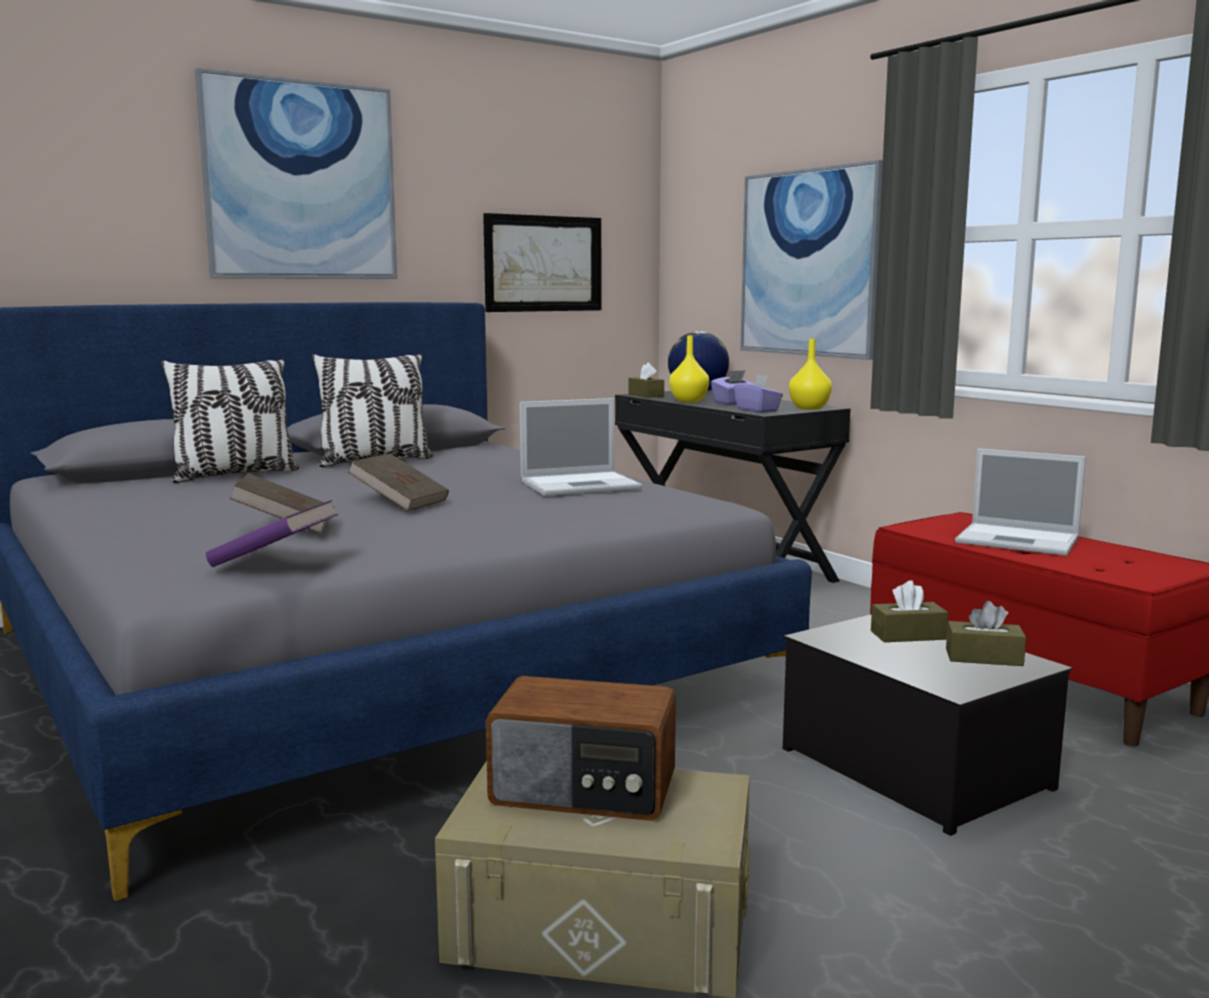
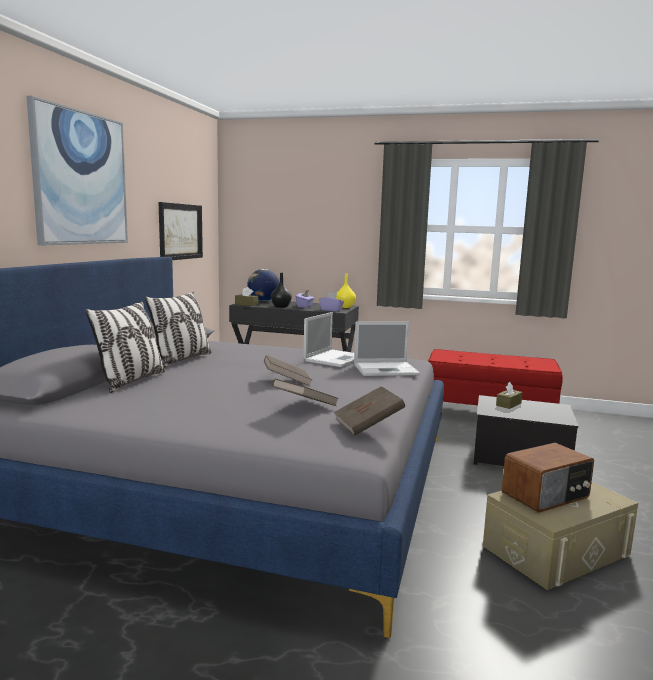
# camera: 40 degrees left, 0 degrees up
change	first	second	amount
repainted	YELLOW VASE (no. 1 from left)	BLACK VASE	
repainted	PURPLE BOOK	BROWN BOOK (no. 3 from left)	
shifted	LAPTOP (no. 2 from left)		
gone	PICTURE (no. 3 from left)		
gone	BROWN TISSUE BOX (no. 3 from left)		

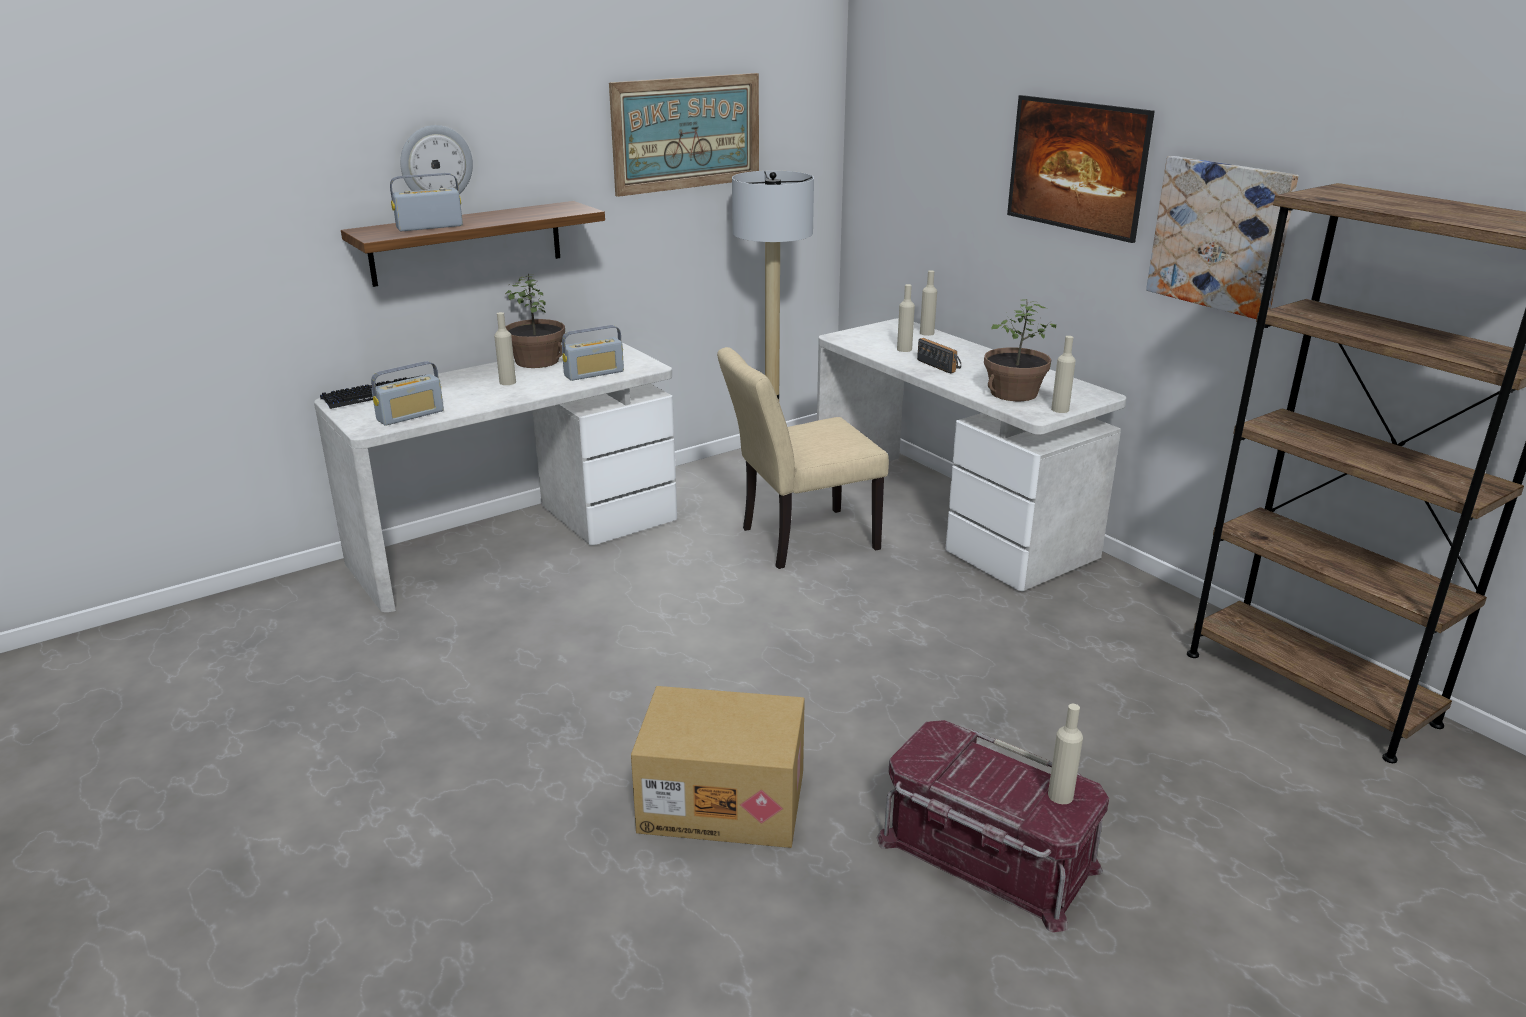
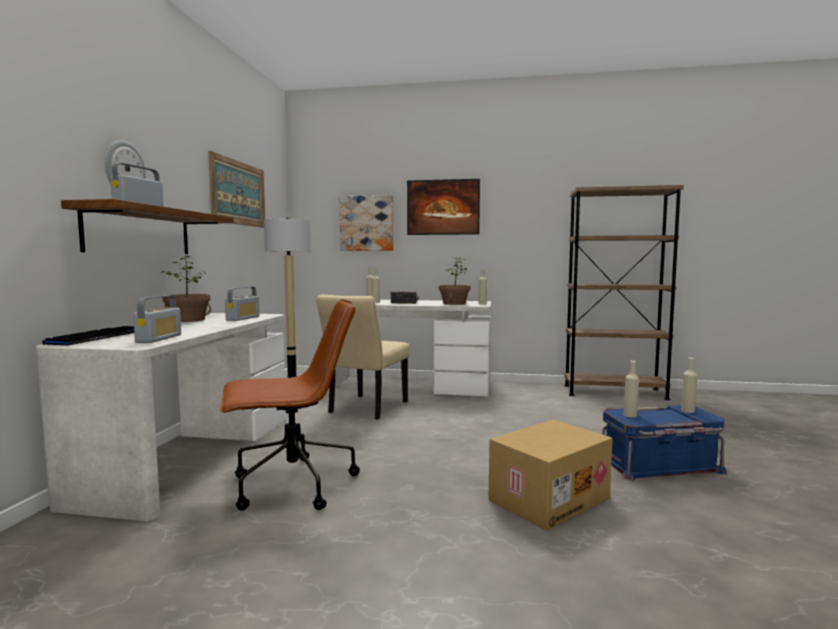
# camera: 45 degrees left, 20 degrees down
change	first	second	amount
new		BROWN OFFICE CHAIR	
shifted	PICTURE (no. 3 from left in the first image)	PICTURE (no. 2 from left)	
repainted	RED STORAGE BOX	BLUE STORAGE BOX	
shifted	BEIGE BOTTLE (no. 1 from left in the first image)	BEIGE BOTTLE (no. 4 from left)	

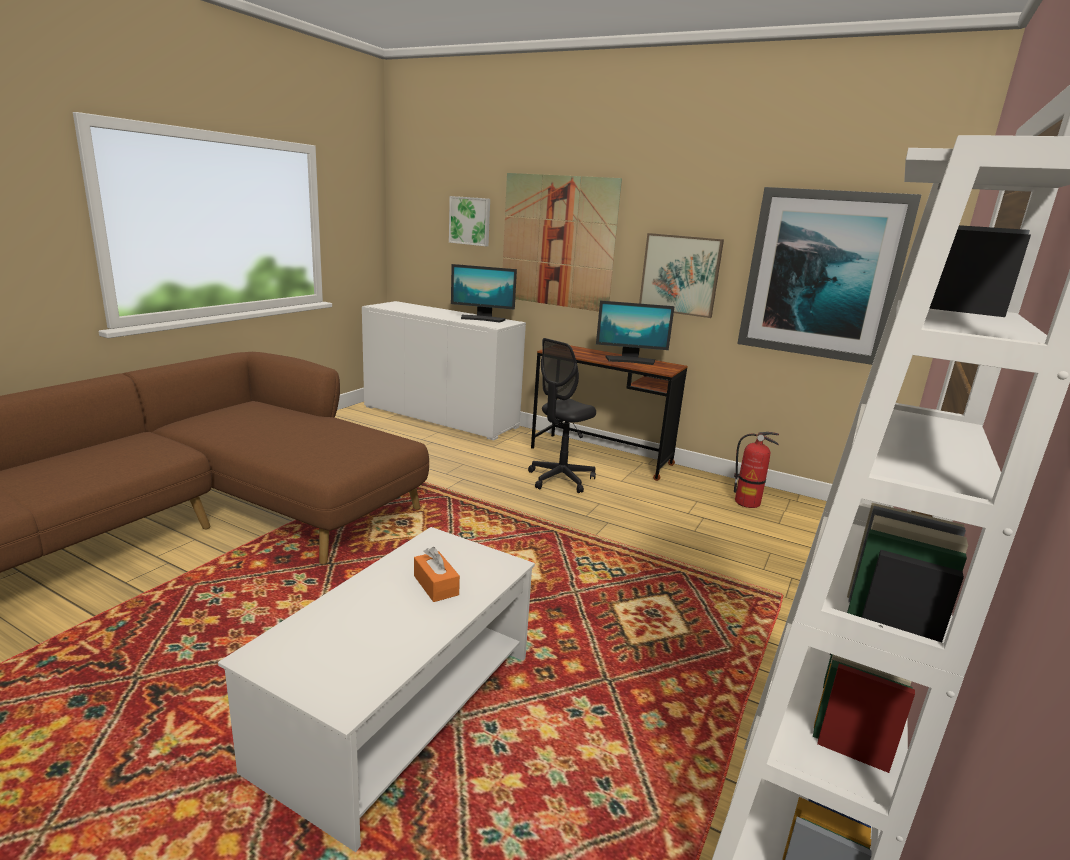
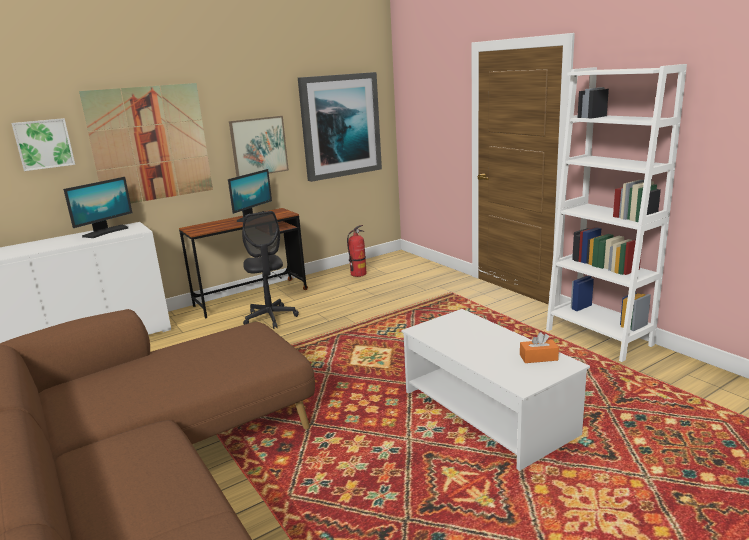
# camera: 60 degrees left, 0 degrees up
change	first	second	amount
shifted	ORANGE TISSUE BOX		

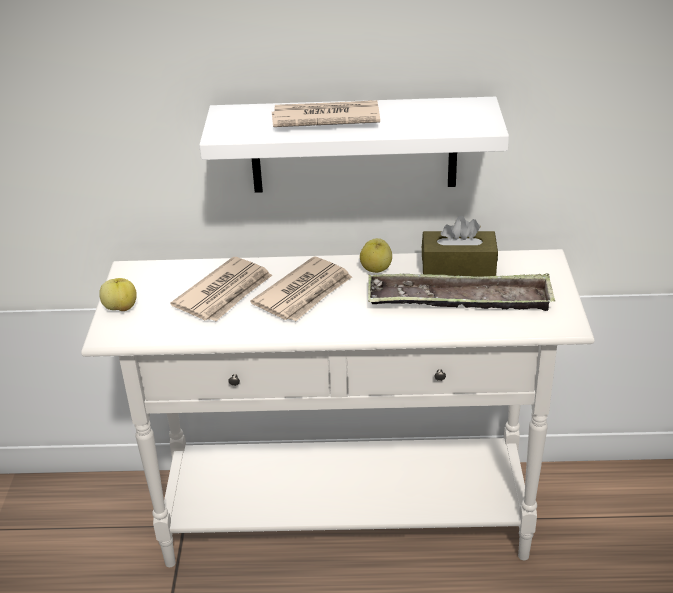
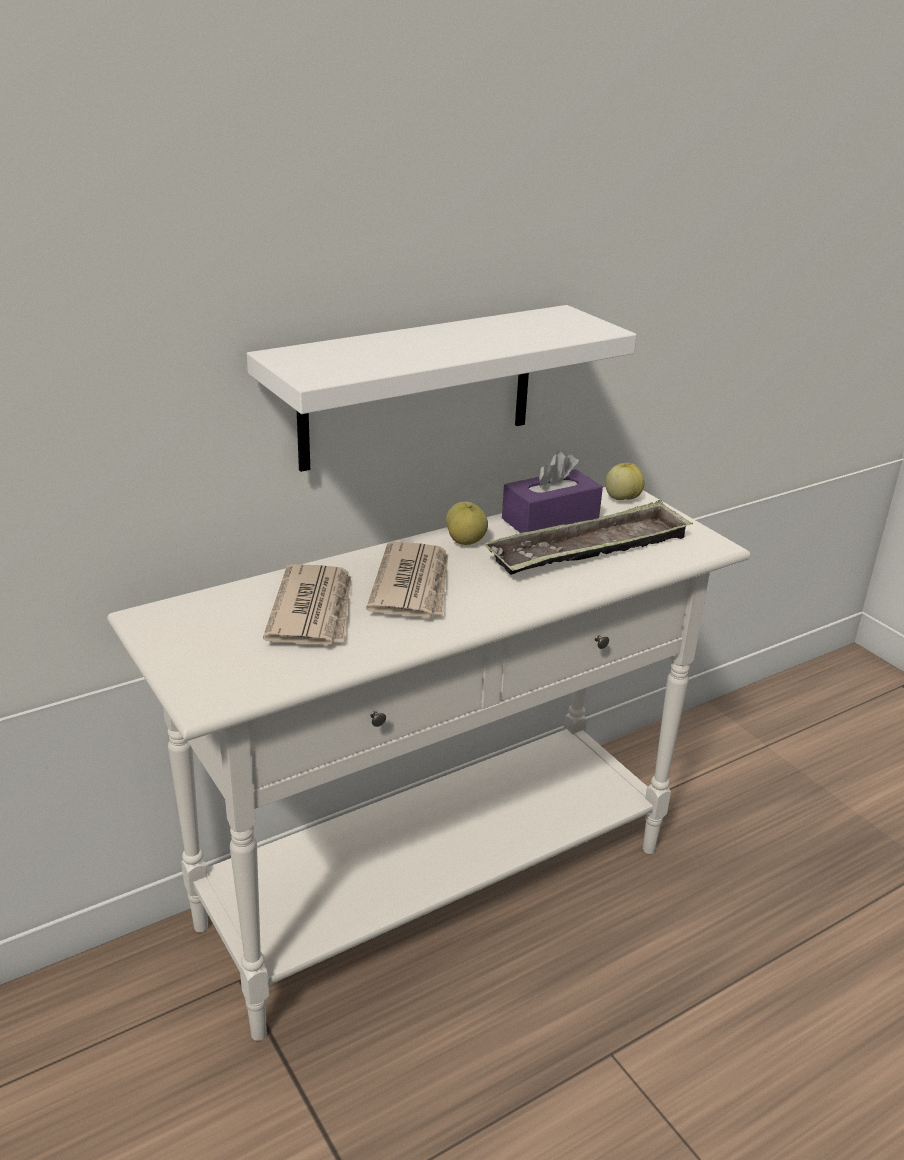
# camera: 35 degrees left, 5 degrees down
change	first	second	amount
repainted	BROWN TISSUE BOX	PURPLE TISSUE BOX	
shifted	APPLE (no. 1 from left in the first image)	APPLE (no. 2 from left)	
gone	NEWSPAPER (no. 3 from left)		

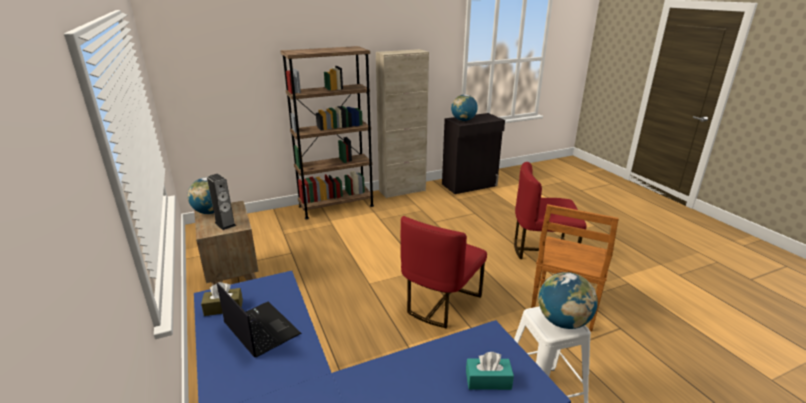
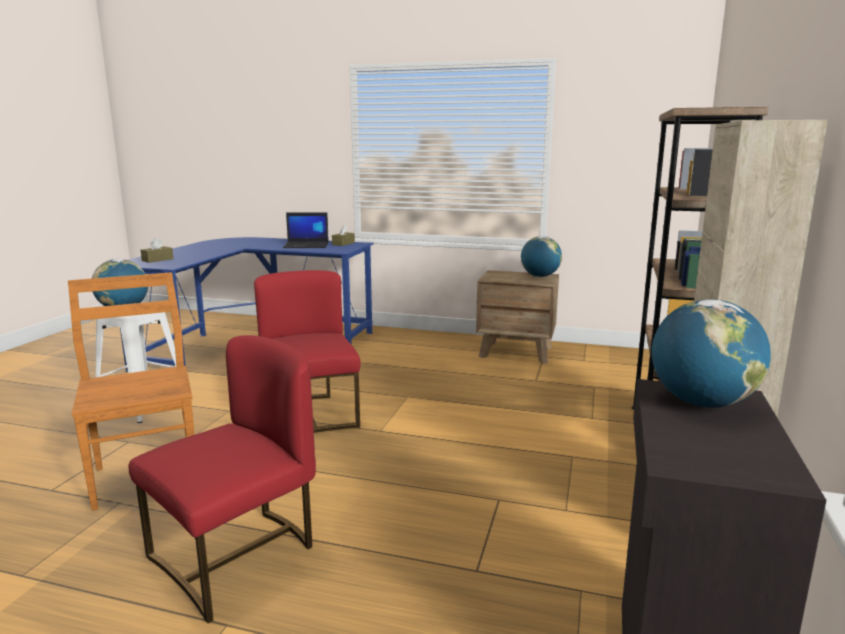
# camera: 130 degrees right, 10 degrees down
change	first	second	amount
repainted	TURQUOISE TISSUE BOX	BROWN TISSUE BOX (no. 1 from left)	
gone	SPEAKER		

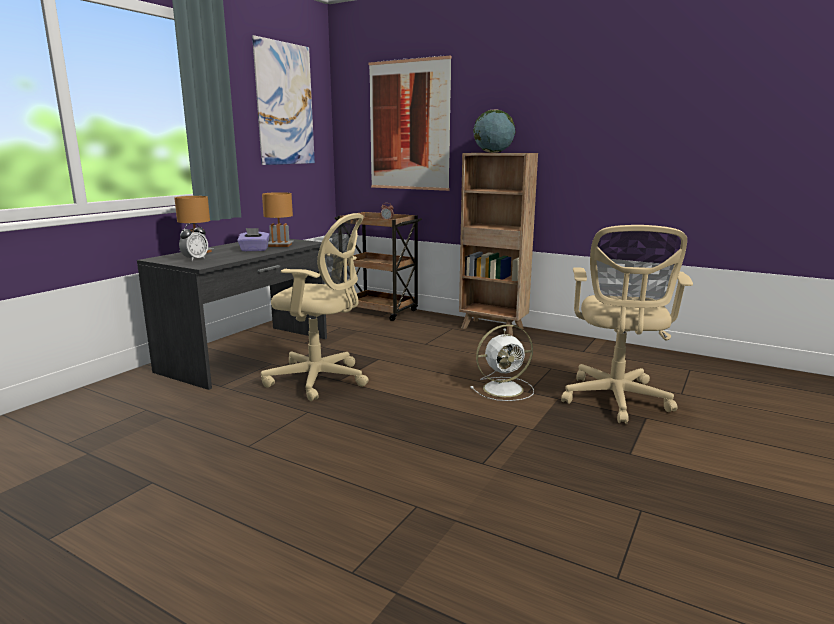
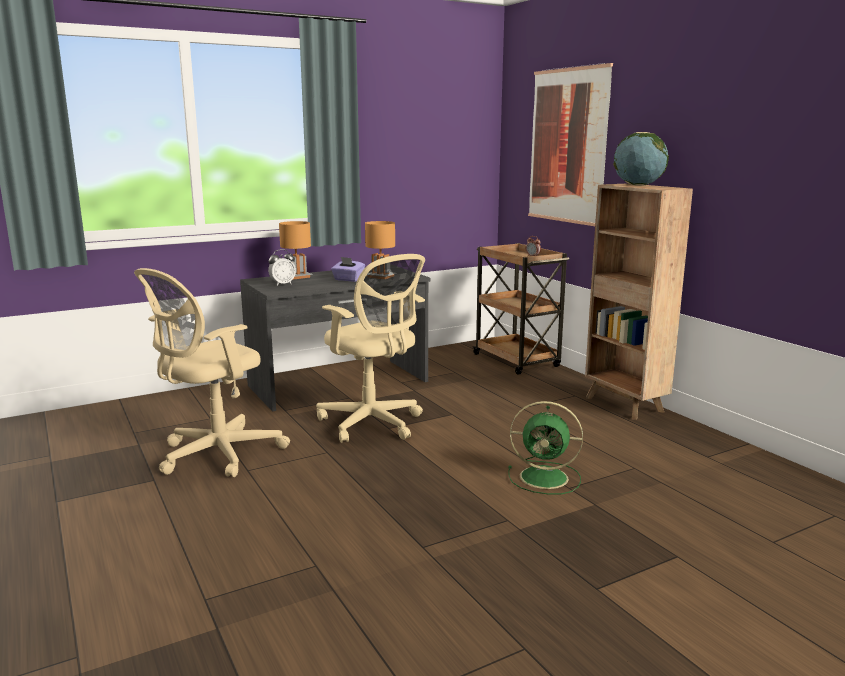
# camera: 30 degrees right, 0 degrees up
change	first	second	amount
shifted	BEIGE OFFICE CHAIR (no. 2 from left in the first image)	BEIGE OFFICE CHAIR (no. 1 from left)	
repainted	WHITE FAN	GREEN FAN	
gone	PICTURE (no. 1 from left)		

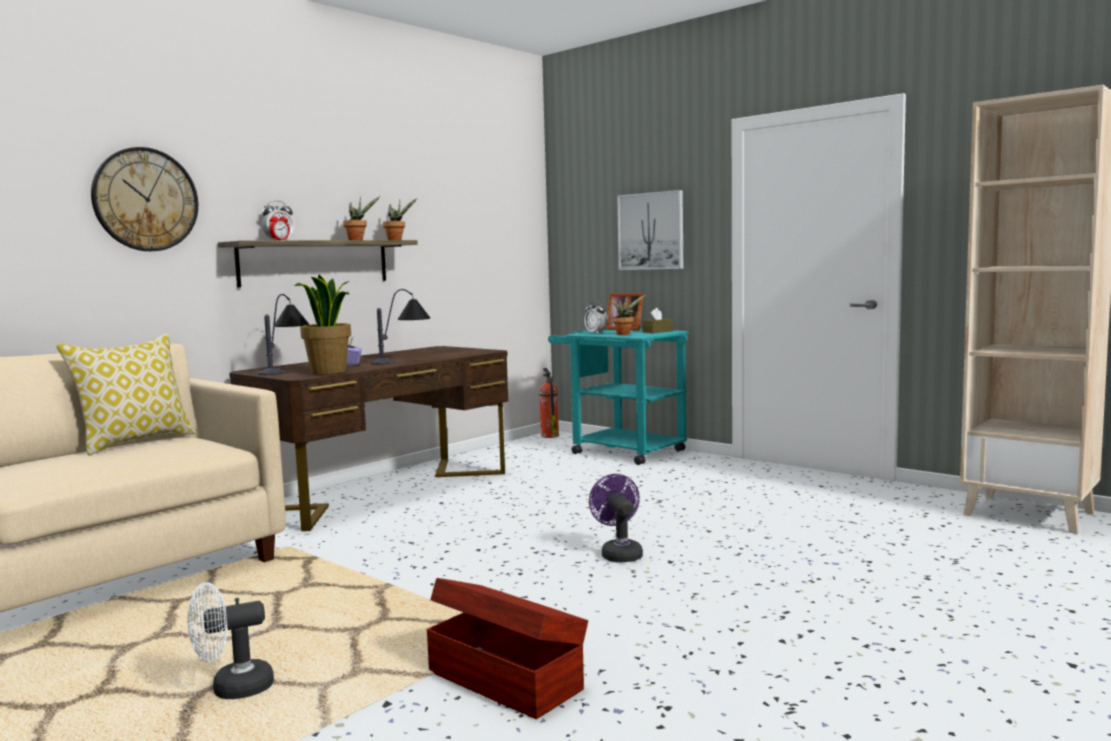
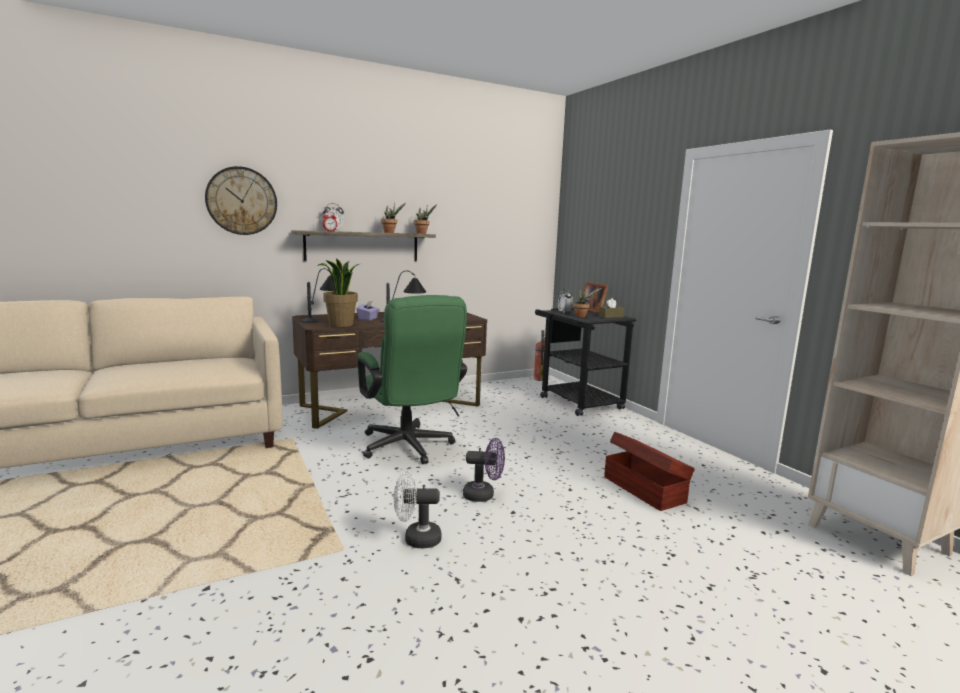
# camera: 20 degrees right, 5 degrees up
change	first	second	amount
new		GREEN OFFICE CHAIR	
shifted	WHITE FAN		
rotated	PURPLE FAN		90 degrees clockwise
repainted	TURQUOISE CART	BLACK CART	
shifted	BROWN STORAGE BOX		
gone	PILLOW		
gone	PICTURE		

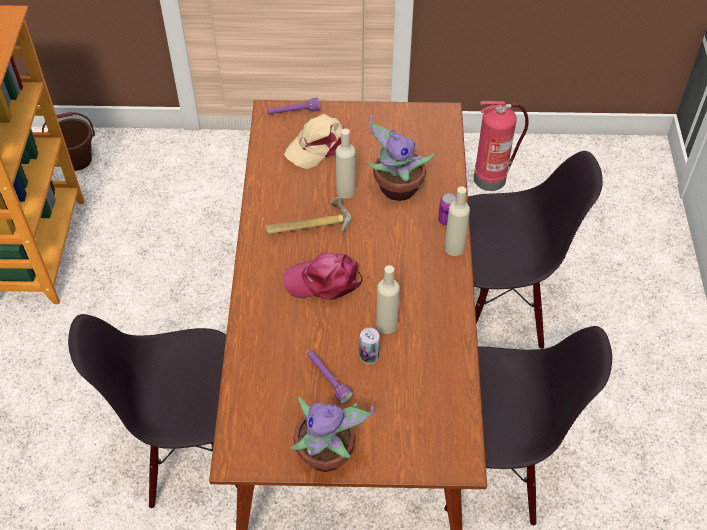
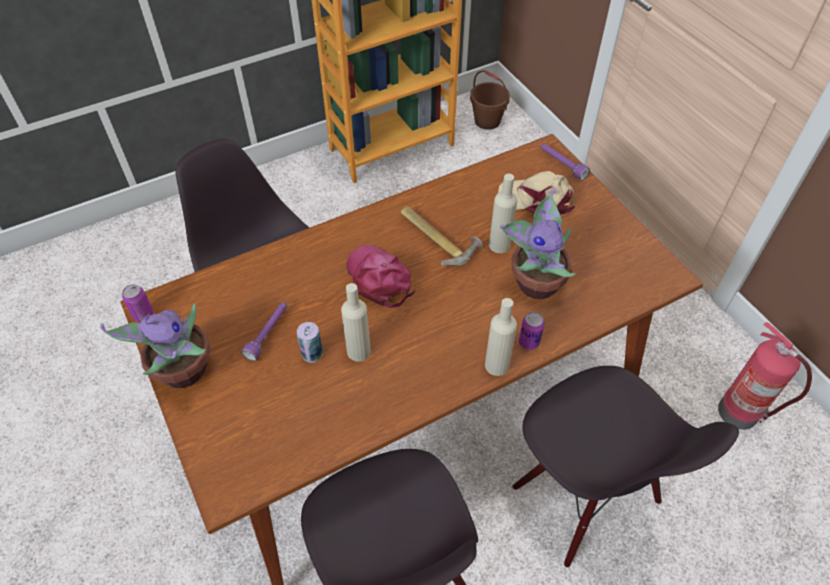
# camera: 60 degrees right, 0 degrees up
change	first	second	amount
new		CAN (no. 1 from left)	

